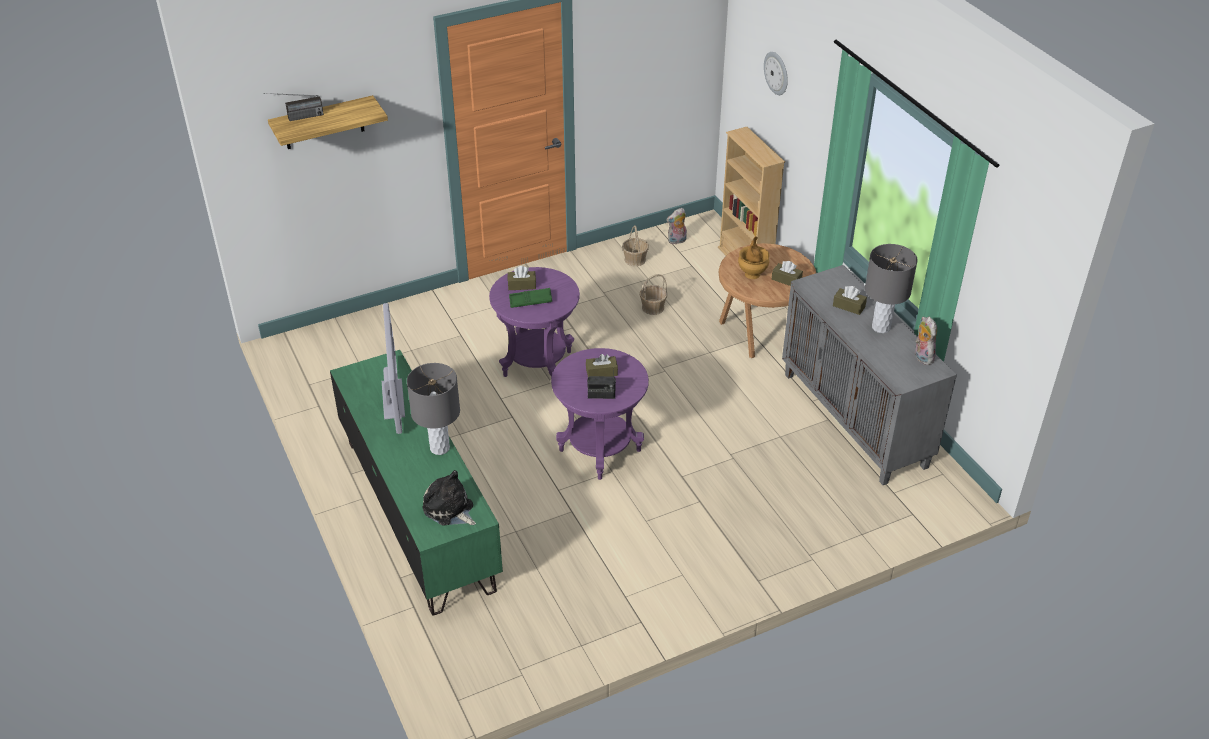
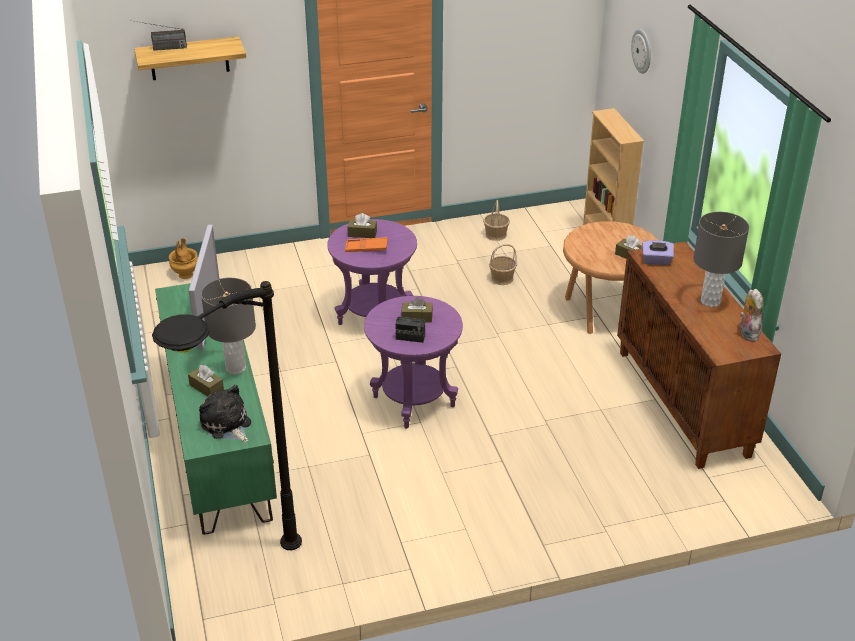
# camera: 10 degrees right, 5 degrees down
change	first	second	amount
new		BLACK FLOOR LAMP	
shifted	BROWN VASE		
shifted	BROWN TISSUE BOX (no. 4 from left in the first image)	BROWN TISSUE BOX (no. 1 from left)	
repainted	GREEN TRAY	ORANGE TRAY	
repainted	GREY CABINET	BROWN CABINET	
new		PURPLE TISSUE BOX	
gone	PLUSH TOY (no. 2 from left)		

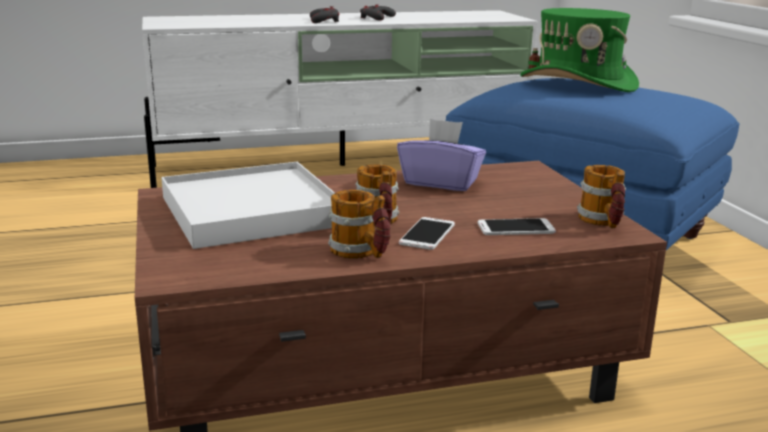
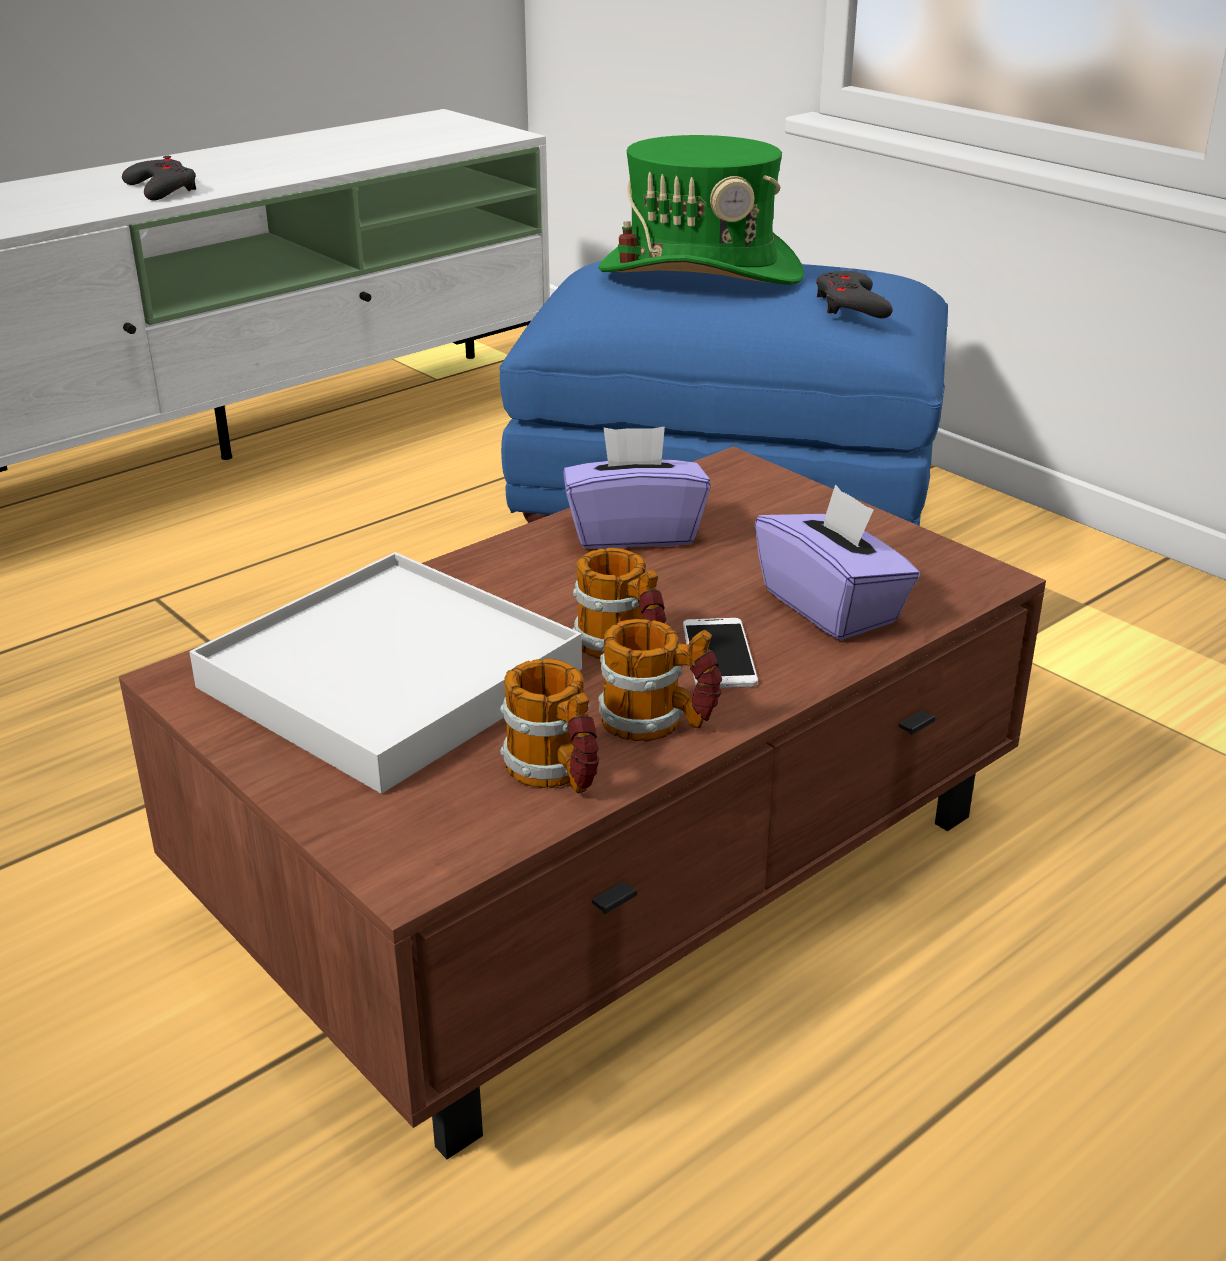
# camera: 25 degrees left, 10 degrees up
change	first	second	amount
shifted	MUG (no. 3 from left in the first image)	MUG (no. 1 from left)	
swapped	PHONE (no. 2 from left)	PURPLE TISSUE BOX (no. 2 from left)	
shifted	GREY GAME CONTROLLER (no. 2 from left)		

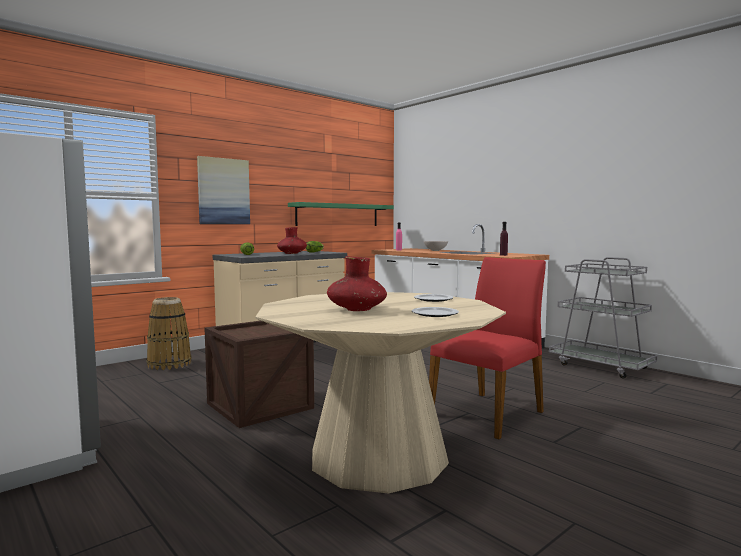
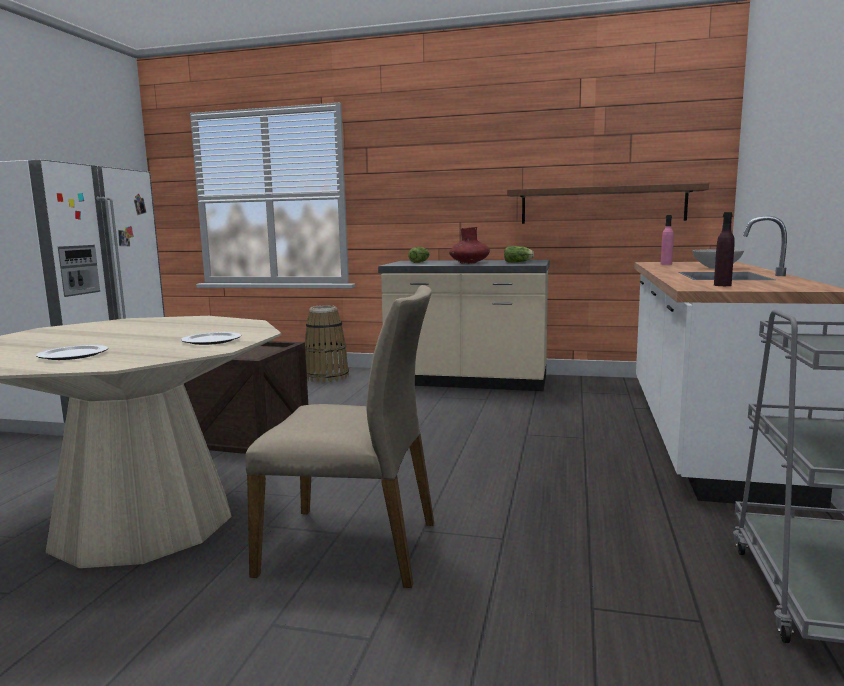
# camera: 55 degrees right, 5 degrees up
change	first	second	amount
repainted	RED CHAIR	BEIGE CHAIR	
repainted	GREEN SHELF	BROWN SHELF	
gone	PICTURE		
gone	RED VASE (no. 2 from left)		

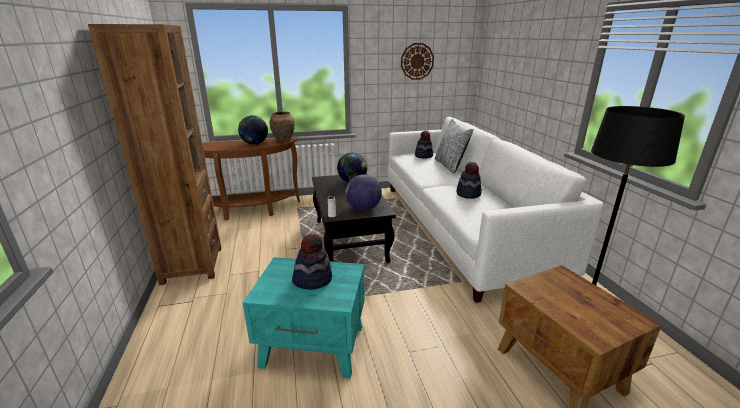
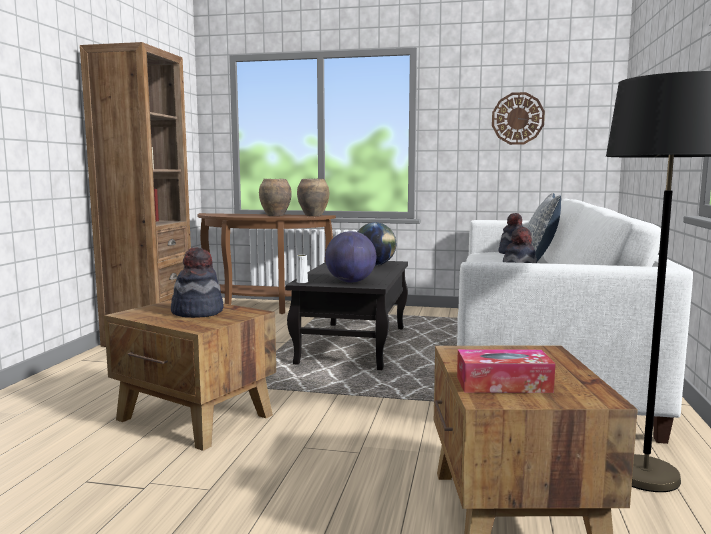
# camera: 25 degrees right, 15 degrees down
change	first	second	amount
repainted	TURQUOISE SIDE TABLE	BROWN SIDE TABLE (no. 1 from left)	
swapped	GLOBE (no. 1 from left)	BROWN VASE (no. 1 from left)	
new		TISSUE BOX	

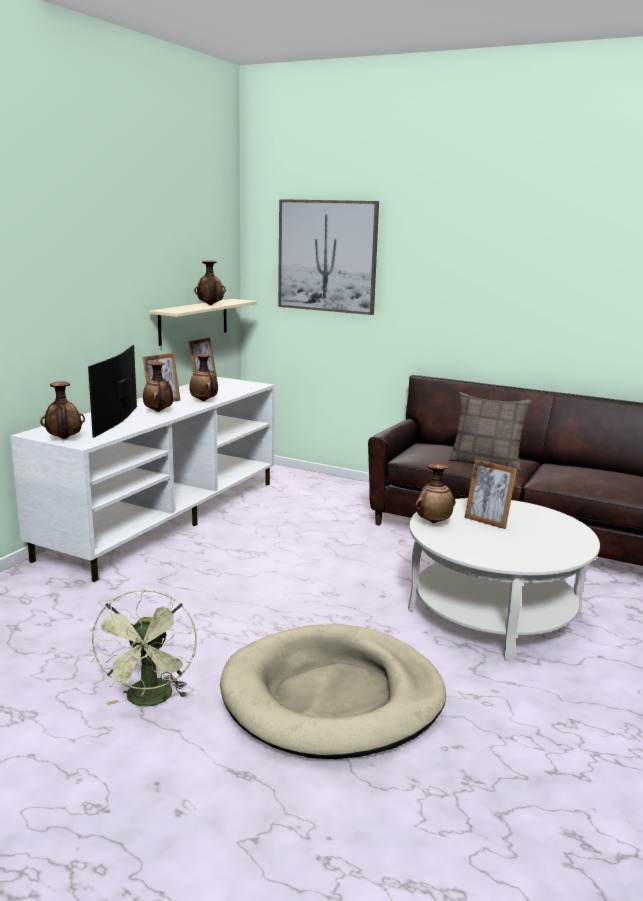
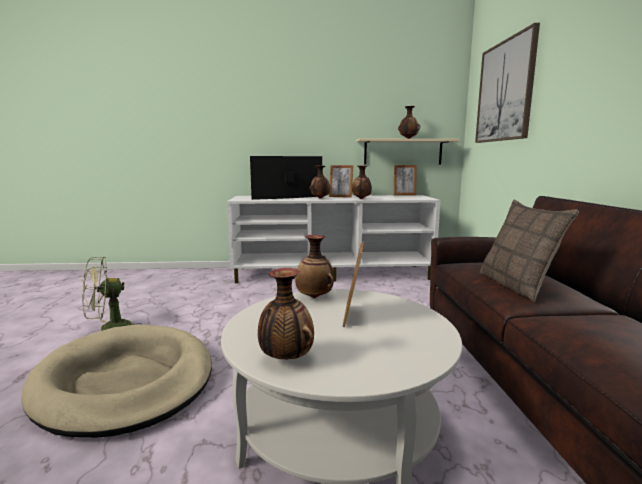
# camera: 60 degrees right, 5 degrees down
change	first	second	amount
shifted	VASE (no. 1 from left)		

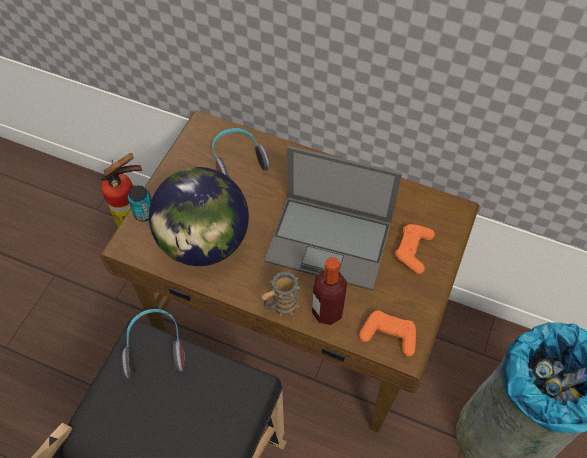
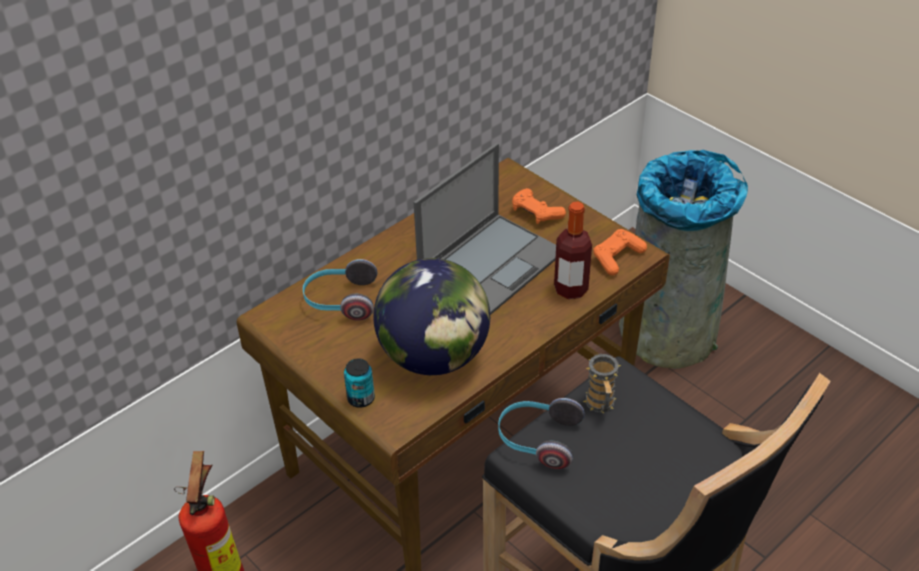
# camera: 65 degrees left, 15 degrees down
change	first	second	amount
shifted	MUG		

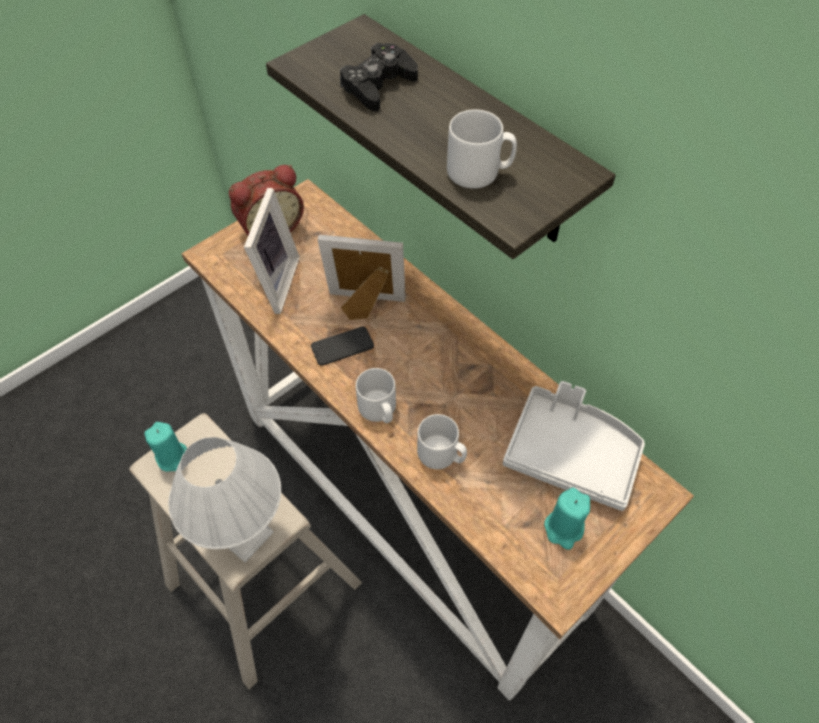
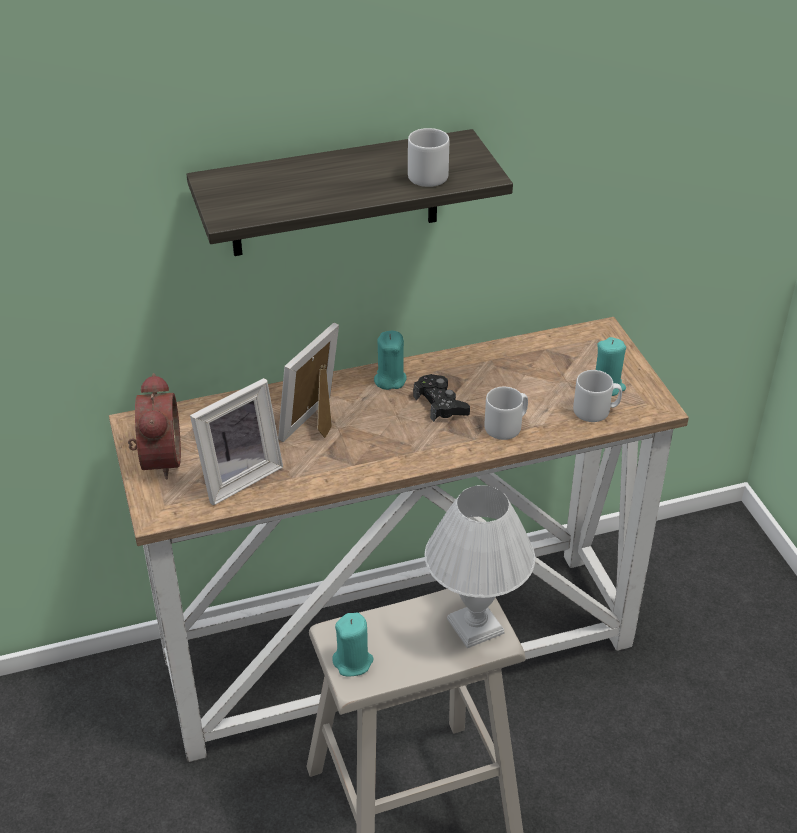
# camera: 65 degrees left, 15 degrees down
change	first	second	amount
rotated	PICTURE FRAME (no. 1 from left)		105 degrees clockwise
new		TURQUOISE CANDLE (no. 2 from left)	
shifted	BLACK GAME CONTROLLER		
shifted	GREY MUG (no. 1 from left in the first image)	GREY MUG (no. 3 from left)	
gone	PHONE		
gone	GREY TRAY		

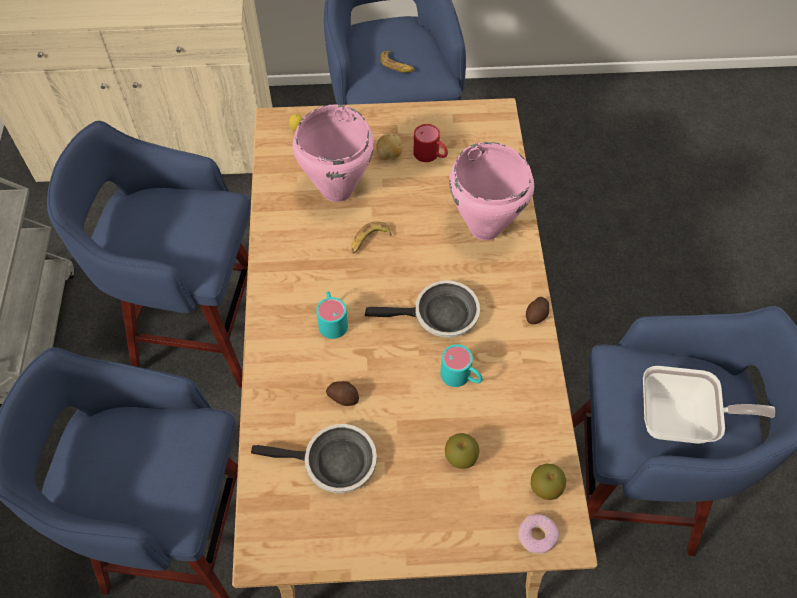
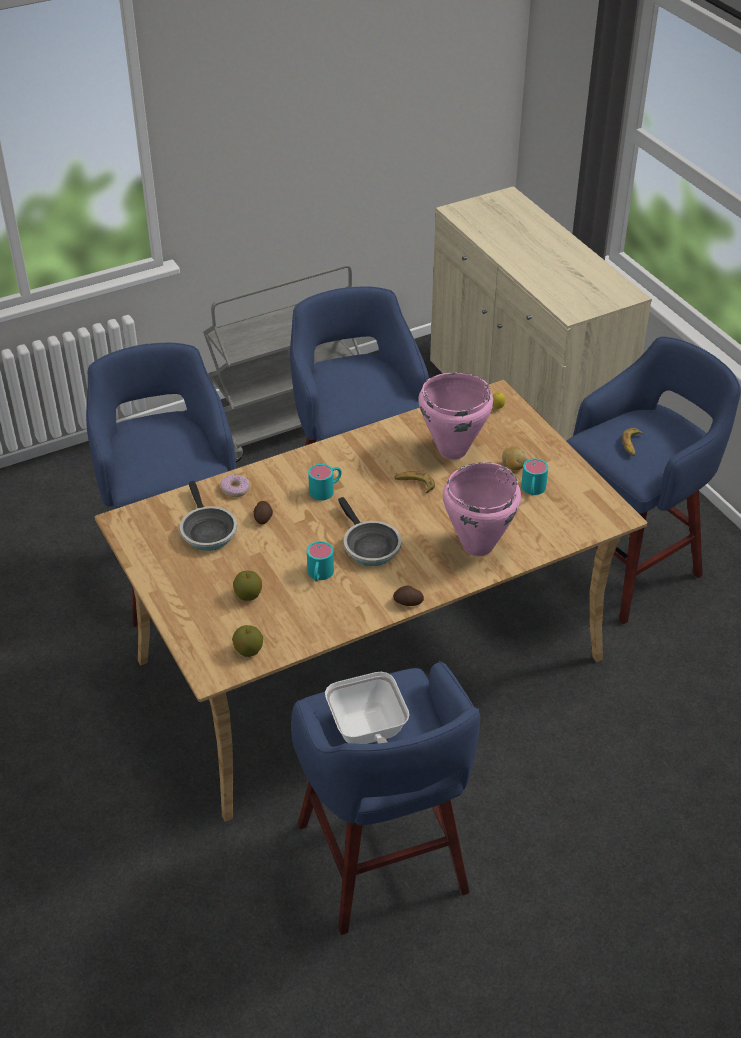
# camera: 65 degrees right, 15 degrees down
change	first	second	amount
shifted	DONUT		
repainted	RED MUG	TURQUOISE MUG (no. 3 from left)	

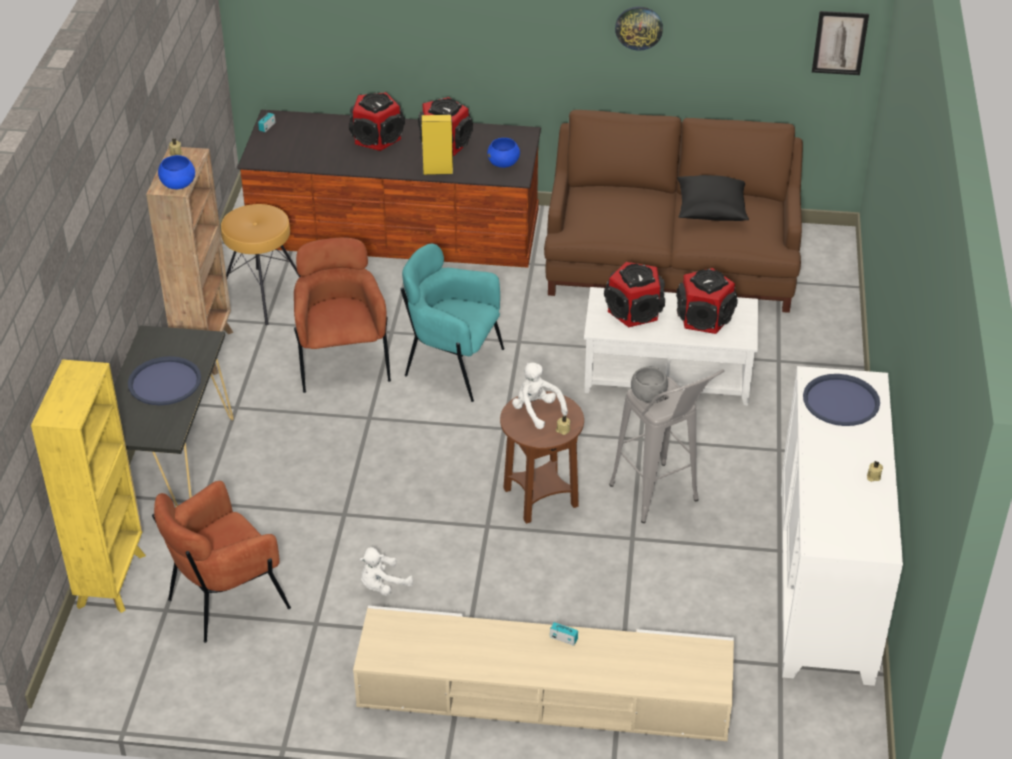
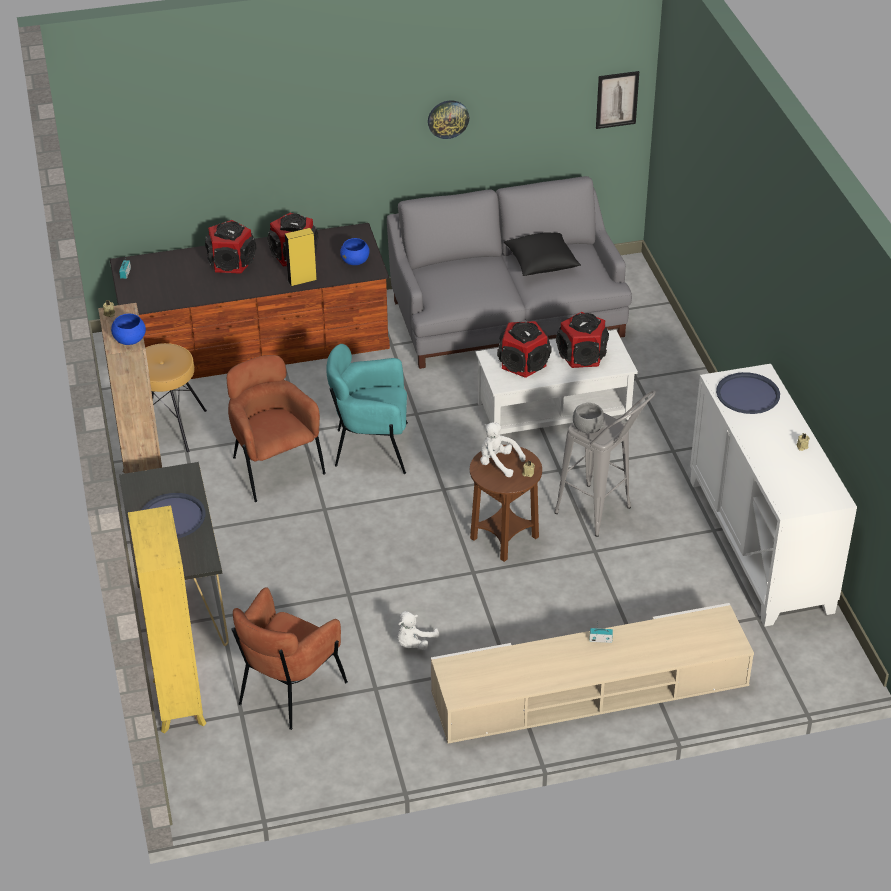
# camera: 20 degrees left, 0 degrees up
change	first	second	amount
repainted	BROWN SOFA	GREY SOFA	

